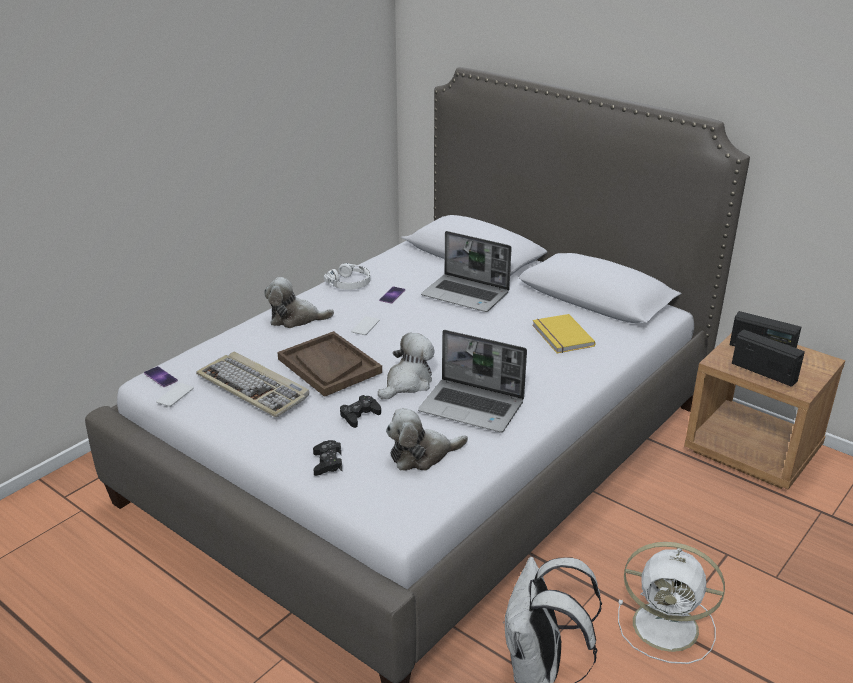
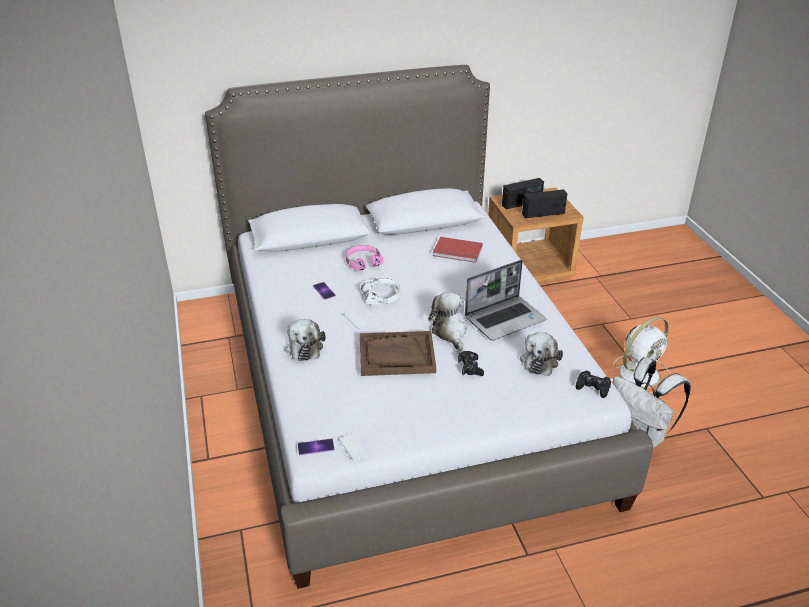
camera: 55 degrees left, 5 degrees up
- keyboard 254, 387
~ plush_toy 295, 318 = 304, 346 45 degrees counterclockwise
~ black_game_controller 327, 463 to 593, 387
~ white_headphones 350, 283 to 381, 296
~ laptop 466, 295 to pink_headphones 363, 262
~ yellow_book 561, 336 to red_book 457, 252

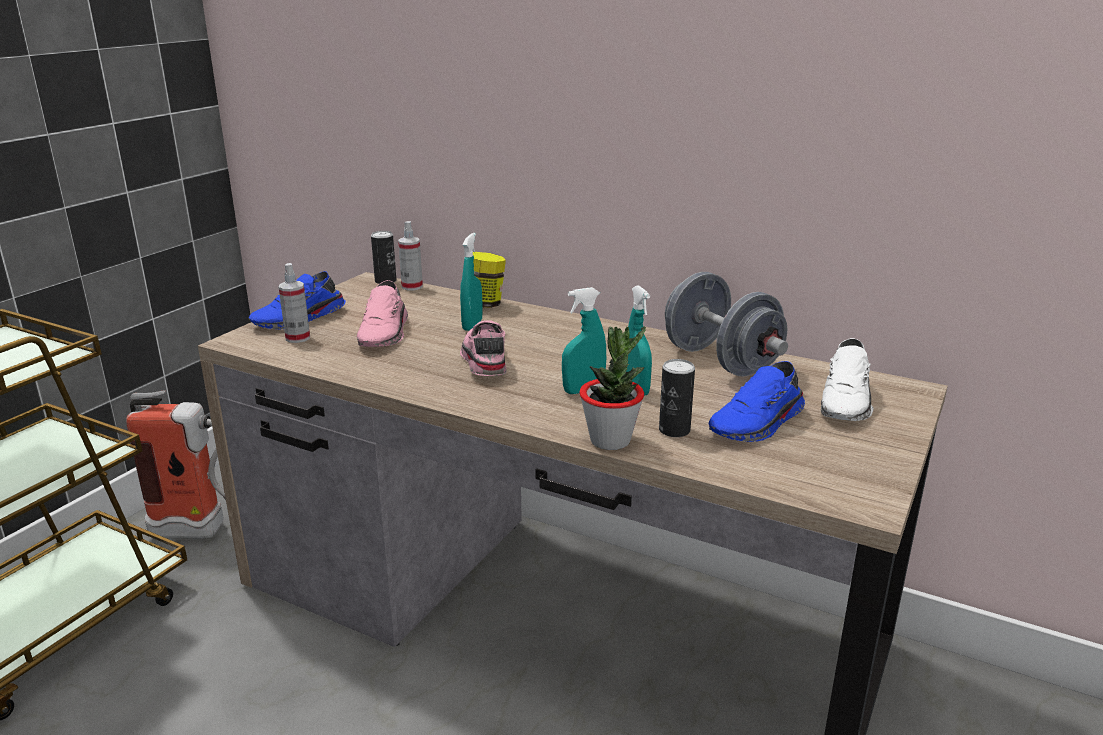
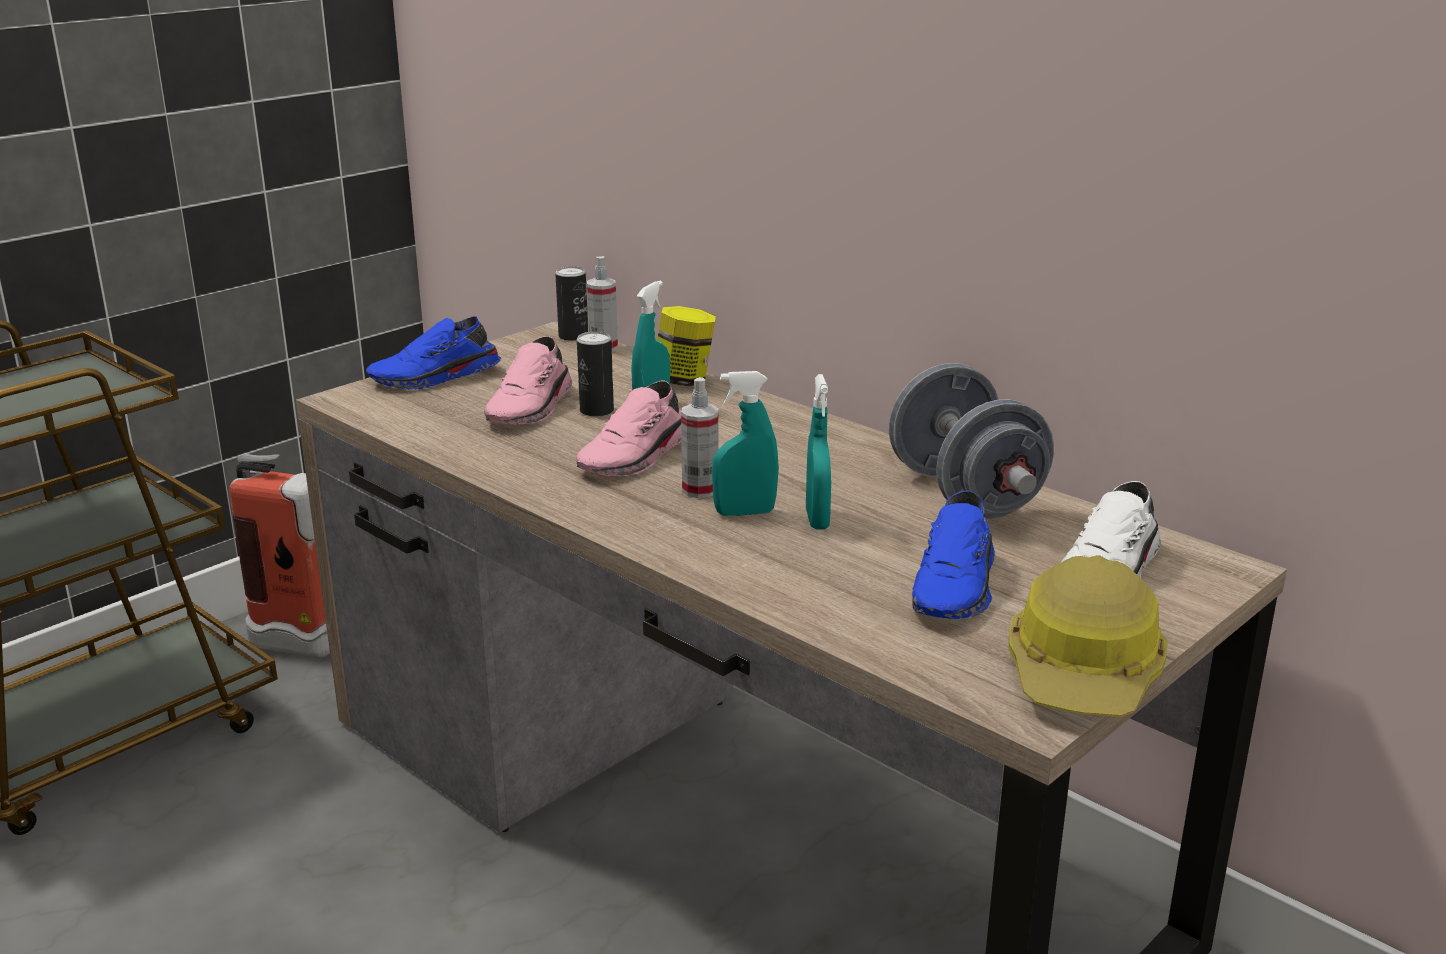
camera: 15 degrees right, 0 degrees up
~ spray_bottle 298, 338 to 700, 490
~ pink_shoe 483, 360 = 637, 457 150 degrees counterclockwise
- potted_plant 610, 440
~ can 674, 430 to 596, 410
~ blue_shoe 759, 424 = 957, 587 45 degrees counterclockwise
+ hard_hat 1085, 673

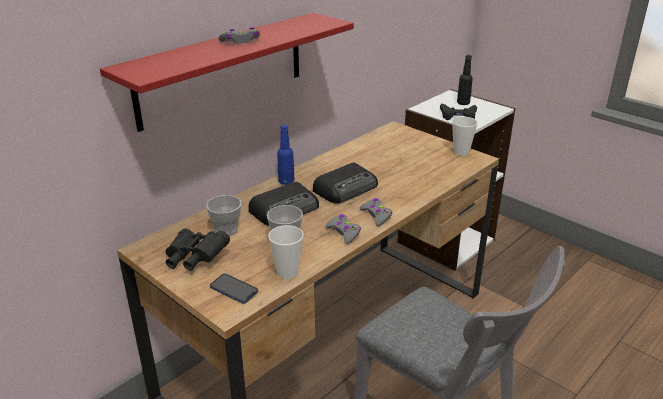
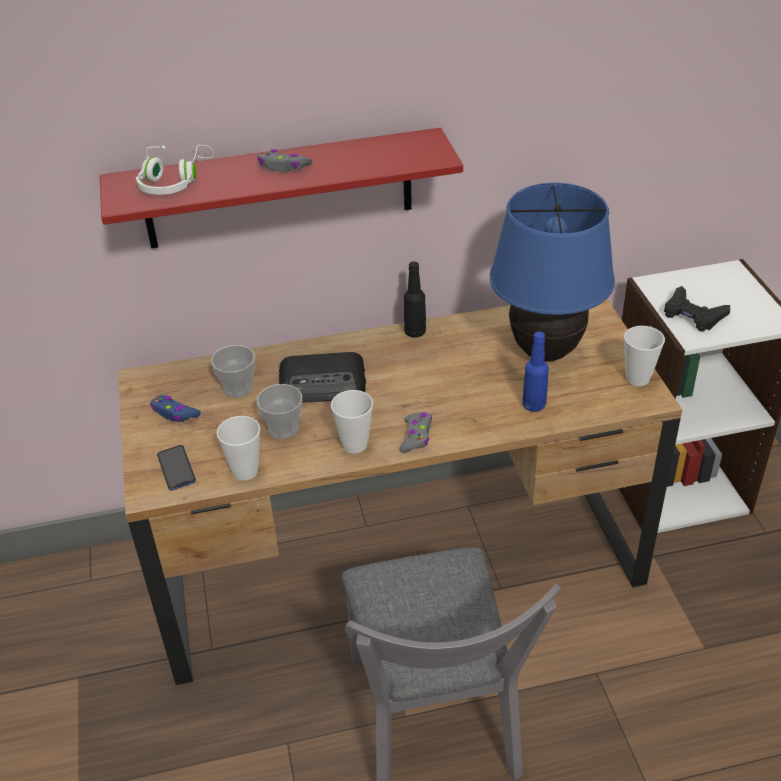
camera: 35 degrees right, 10 degrees up
~ black_binoculars 194, 259 to blue_game_controller 175, 413
~ blue_bottle 286, 181 to 533, 405
- radio 346, 188
~ grey_game_controller 344, 232 to cup 355, 445
~ black_bottle 463, 103 to 415, 332
+ white_headphones 174, 182
+ blue_table_lamp 546, 352

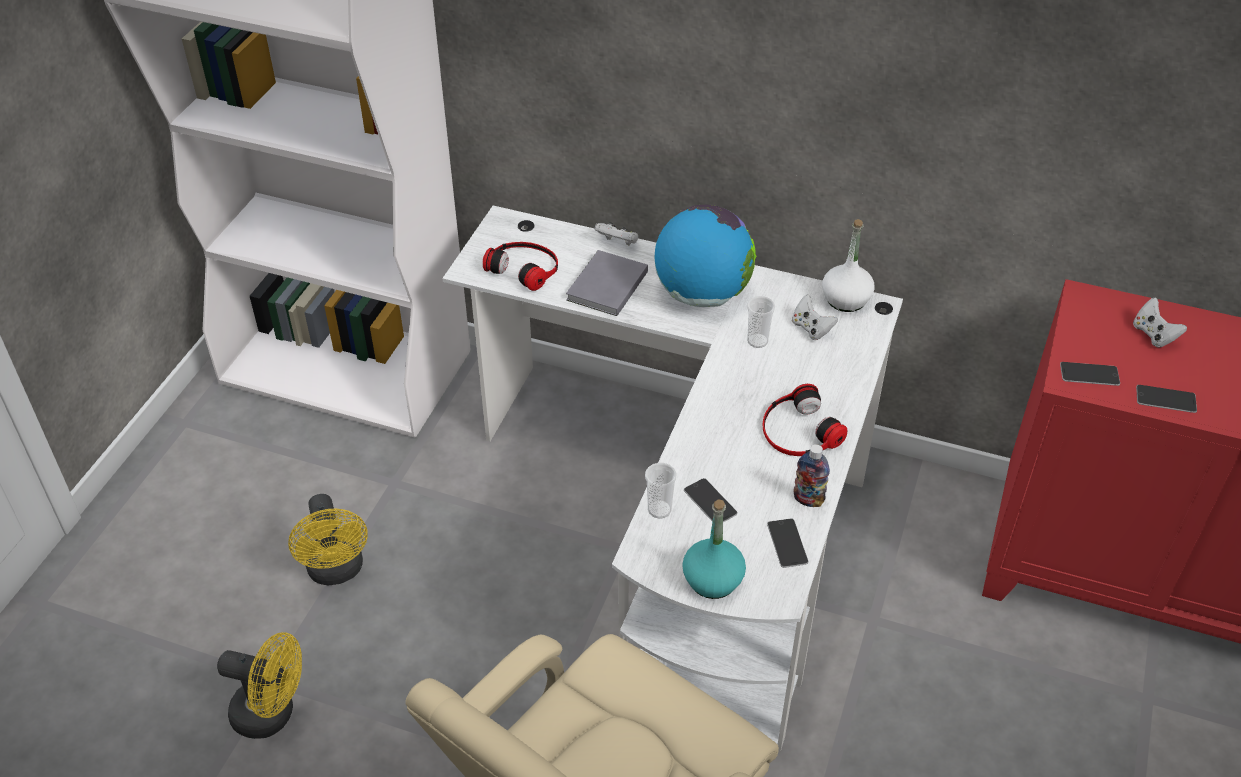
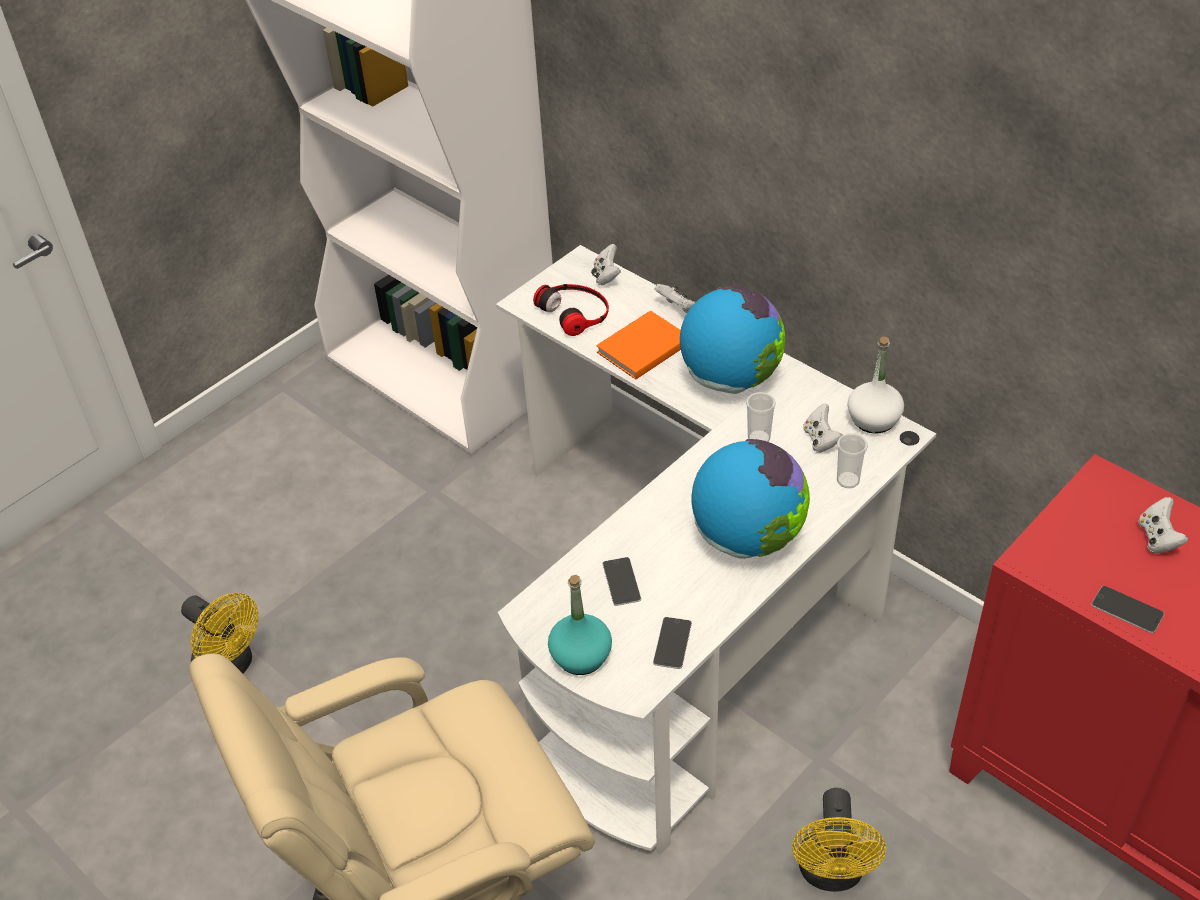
camera: 25 degrees right, 0 degrees up
~ yellow_fan 337, 571 to 832, 874
~ grey_book 605, 287 to orange_book 640, 348
~ cup 659, 509 to 848, 480
~ headphones 798, 431 to globe 748, 538
- bottle 808, 499
- phone 1089, 374
+ white_game_controller 607, 276

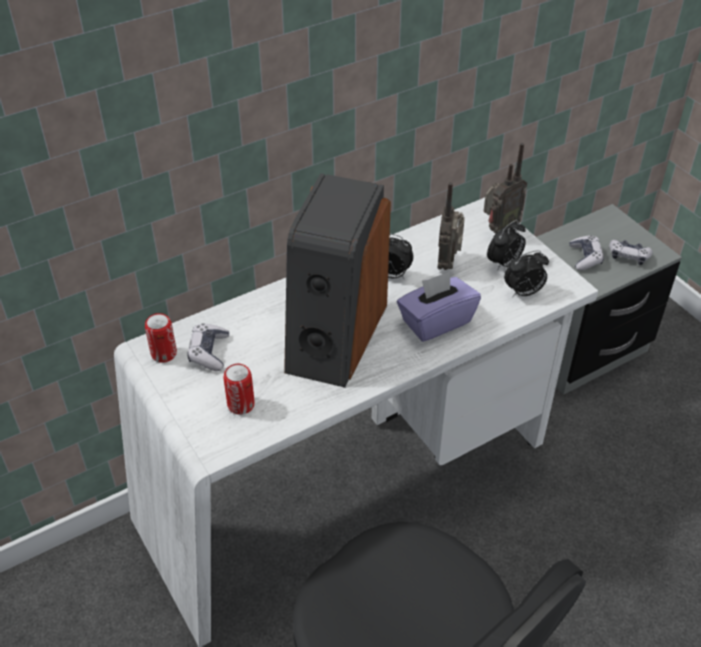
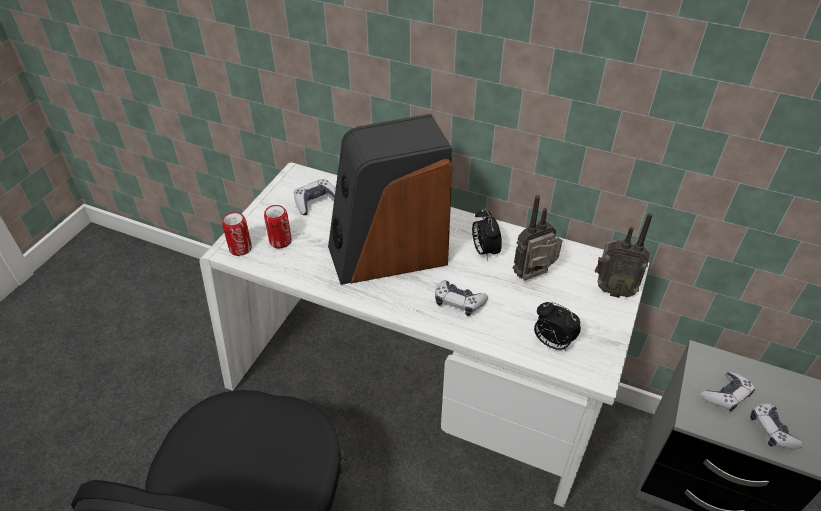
camera: 55 degrees right, 0 degrees up
~ can 164, 354 to 240, 248
~ purple_tissue_box 436, 321 to game_controller 458, 302
- alarm_clock 504, 263

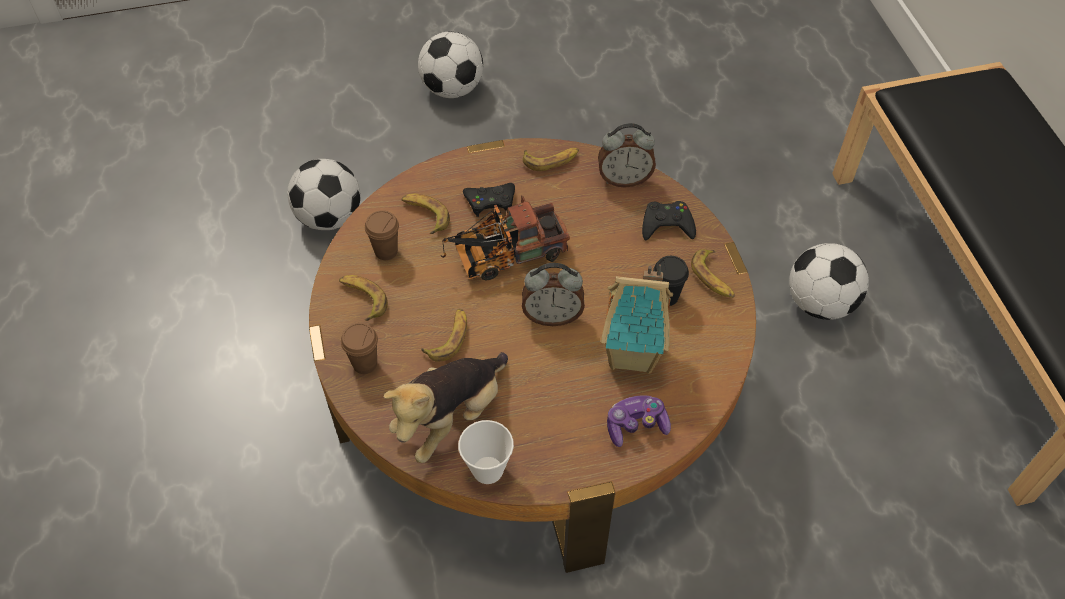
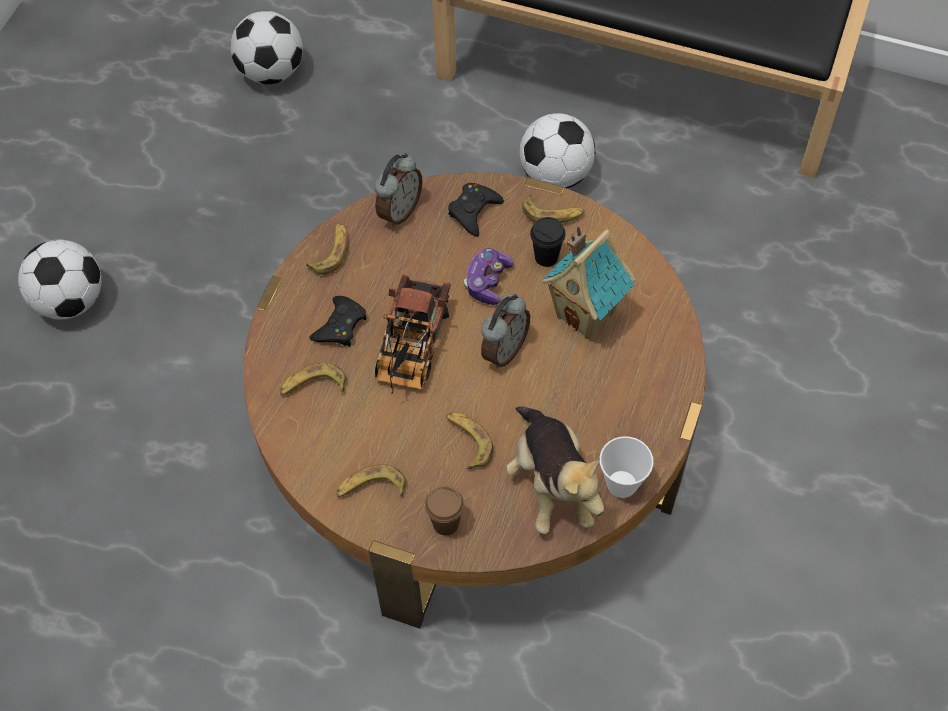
camera: 55 degrees left, 5 degrees up
~ football 329, 217 to 271, 72
- brown_cup 386, 251
~ game_controller 636, 425 to 487, 282

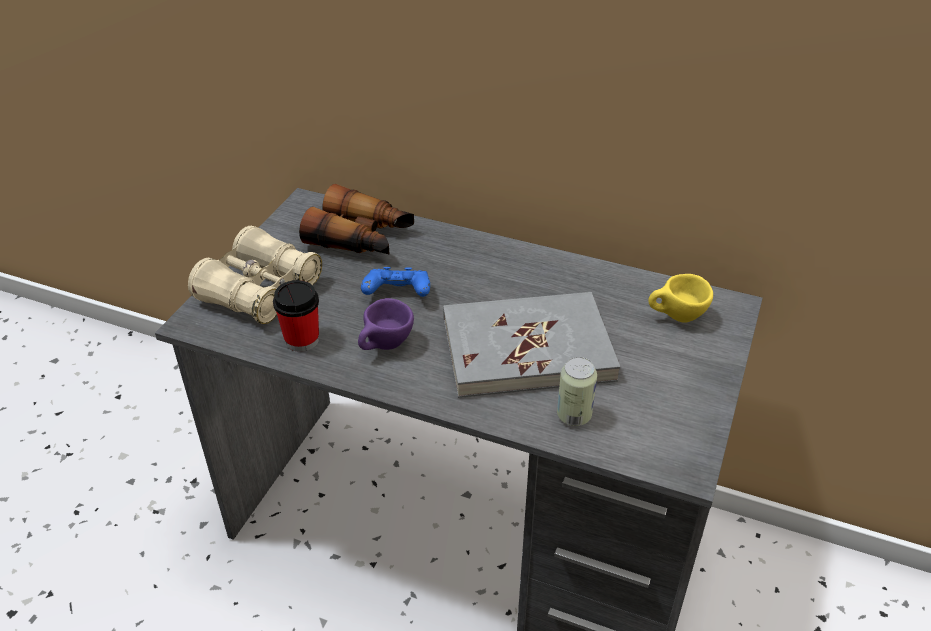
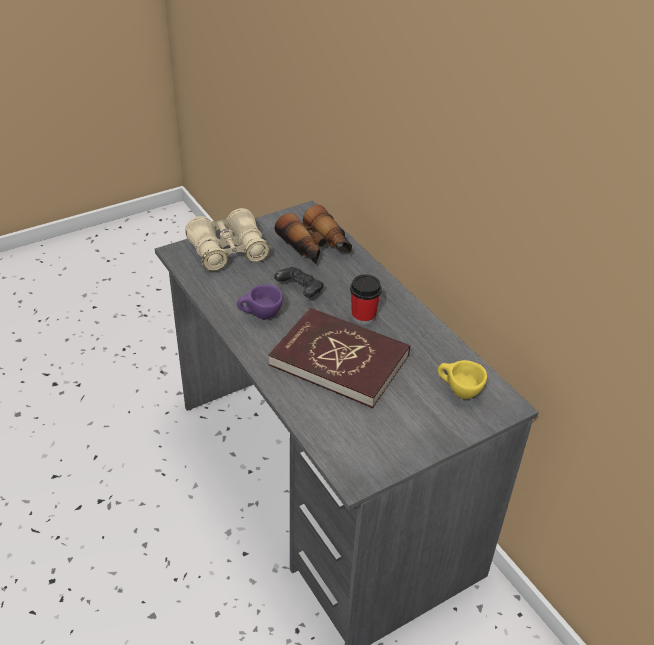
camera: 35 degrees right, 0 degrees up
~ cup 302, 340 to 363, 316
~ blue_game_controller 397, 295 to black_game_controller 300, 290
~ grey_book 527, 349 to red_book 340, 360
- can 574, 415

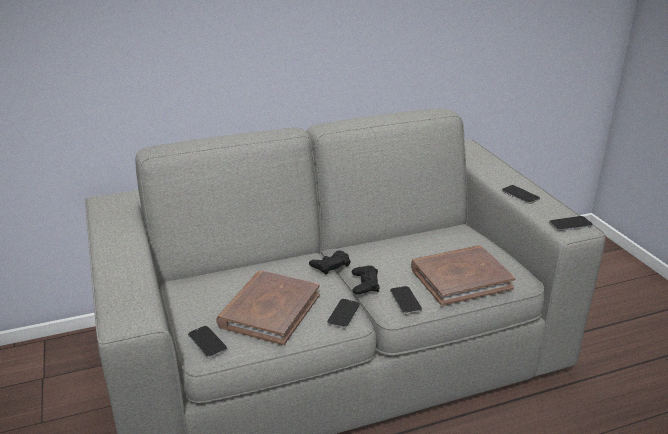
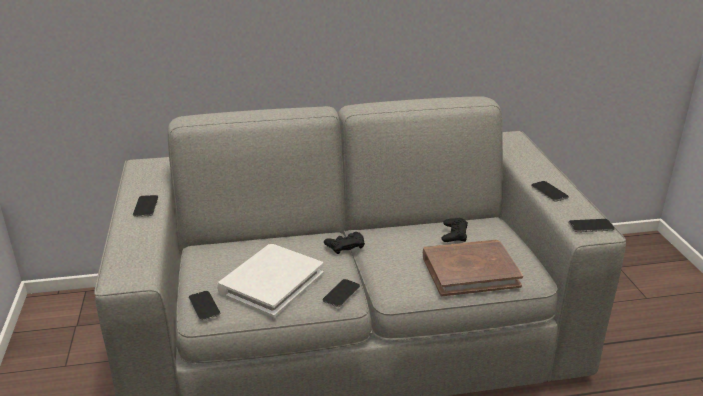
camera: 10 degrees right, 0 degrees up
~ brown_book 269, 310 to white_book 271, 283
~ black_game_controller 365, 284 to 454, 234
~ phone 405, 300 to 146, 206

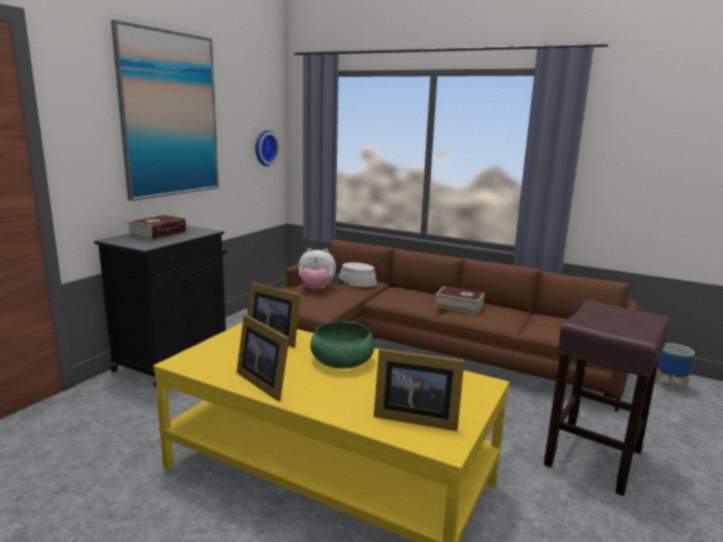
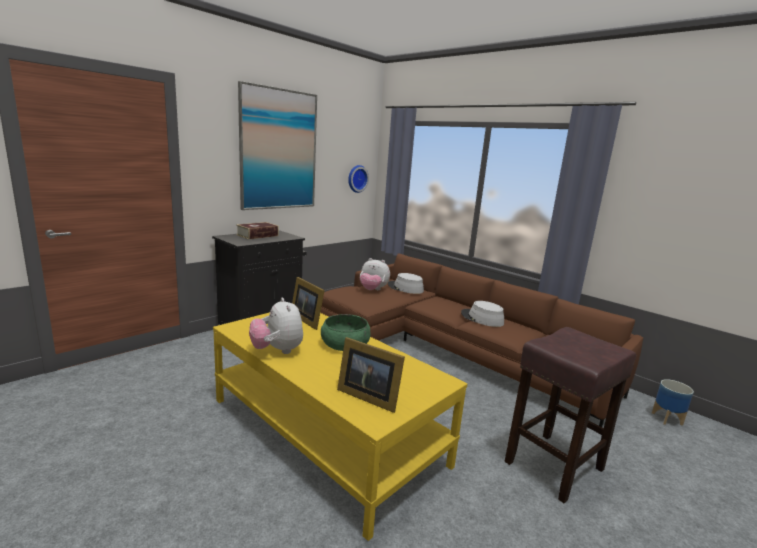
camera: 15 degrees right, 0 degrees up
~ picture_frame 264, 382 to plush_toy 277, 350
~ book 459, 306 to grey_hat 482, 318

